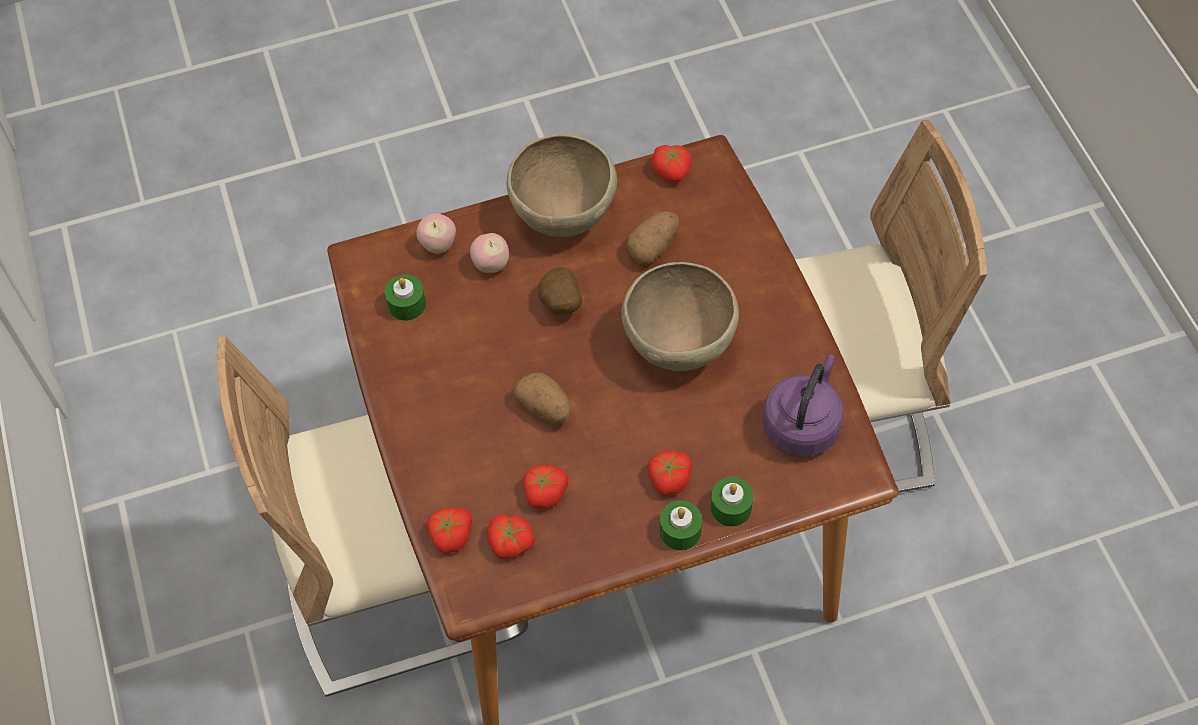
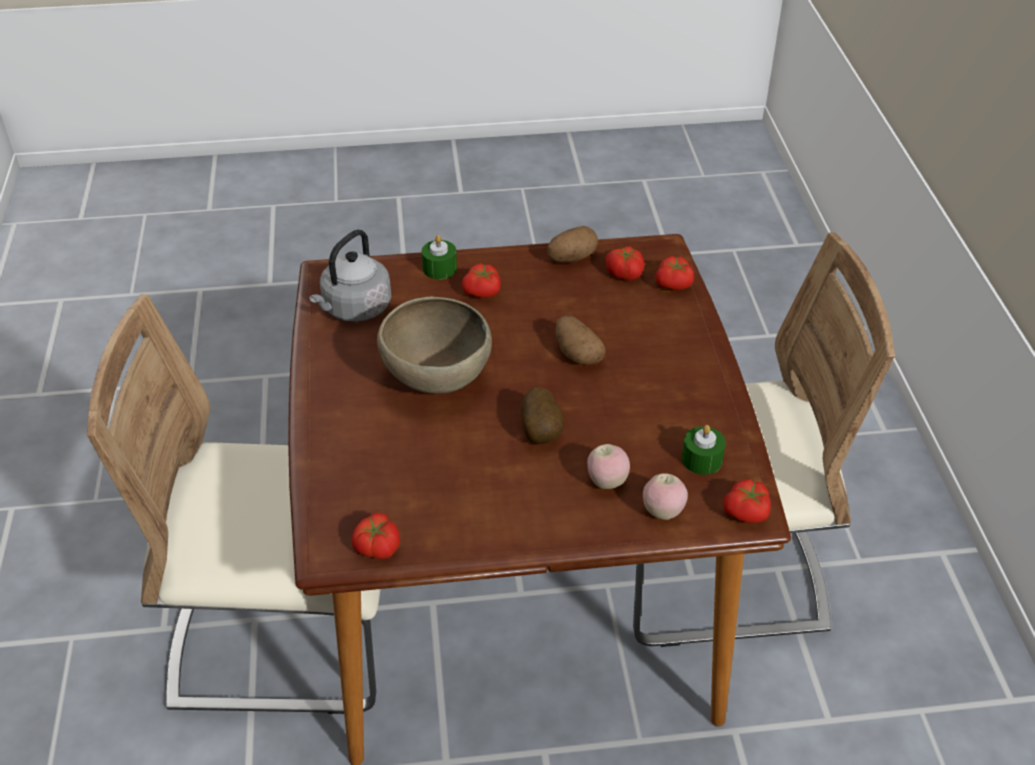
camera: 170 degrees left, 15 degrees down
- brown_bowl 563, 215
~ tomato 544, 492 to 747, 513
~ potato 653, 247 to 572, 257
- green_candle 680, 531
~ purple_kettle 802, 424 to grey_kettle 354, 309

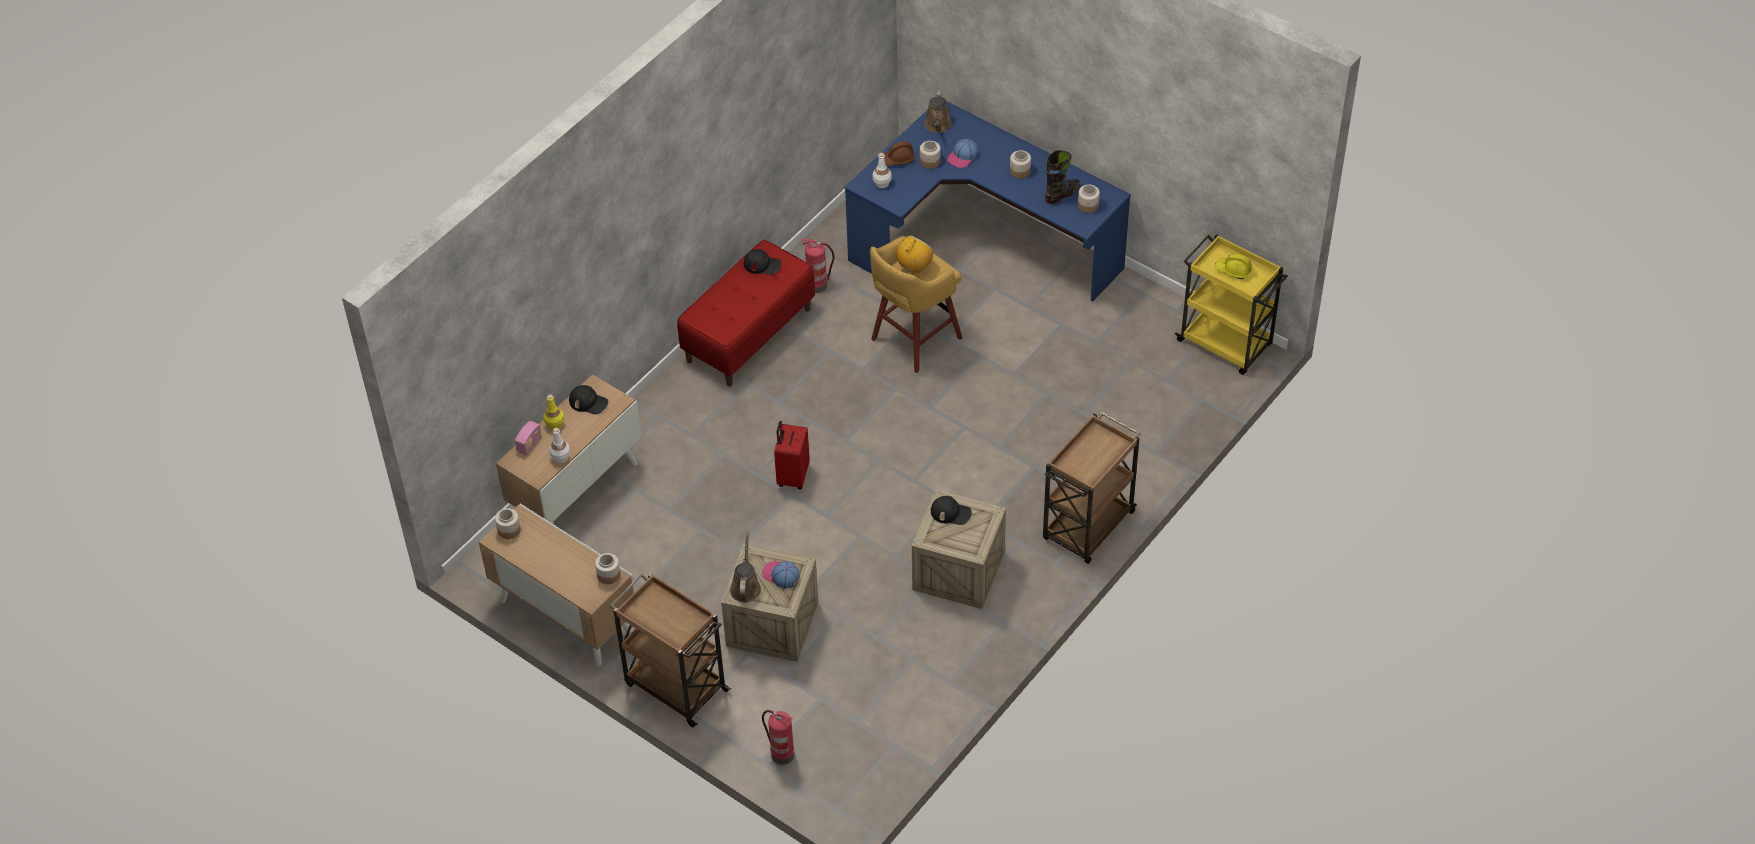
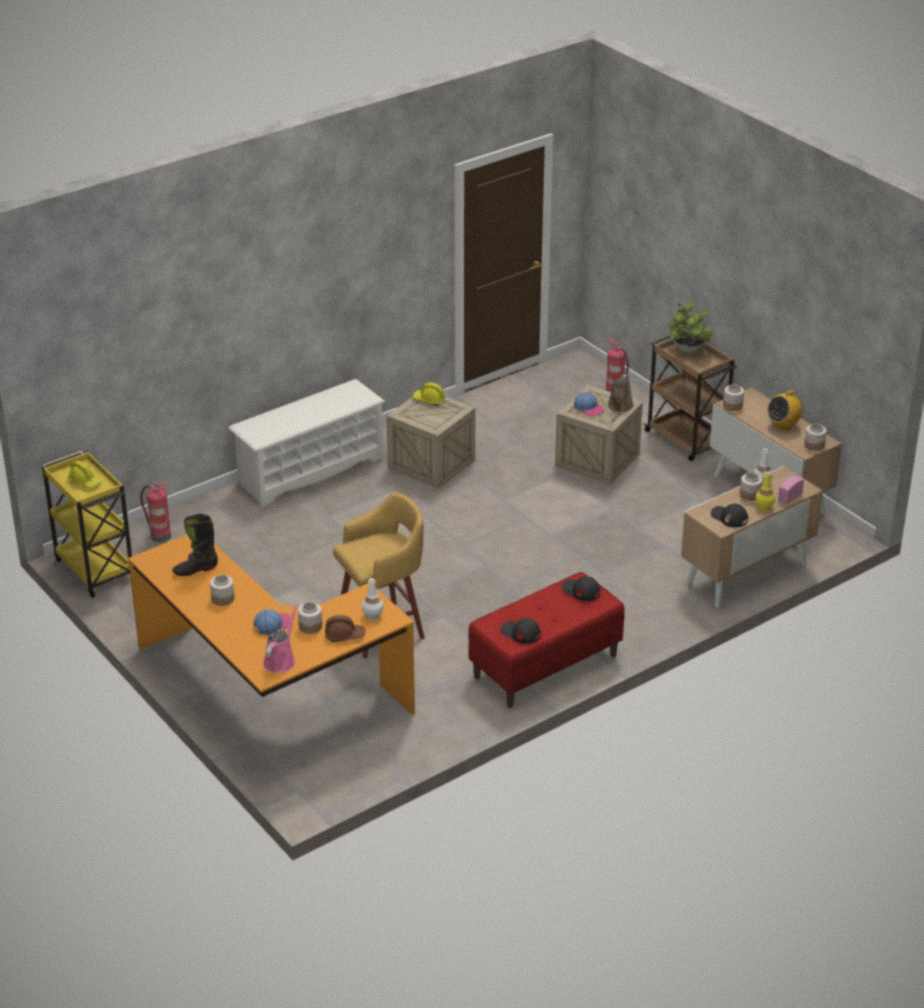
camera: 165 degrees left, 15 degrees down
- red_suitcase 792, 476
~ fire_extinguisher 818, 285 to 160, 536
~ blue_desk 982, 245 to orange_desk 265, 699
~ radio 914, 267 to 783, 425
~ brown_watering_can 938, 125 to pink_watering_can 280, 660
~ black_cap 951, 513 to 581, 590
~ brown_cart 1087, 527 to white_shoe_rack 310, 470
~ jar 1088, 206 to 750, 495
+ yellow_hard_hat 429, 400
+ potted_plant 689, 351

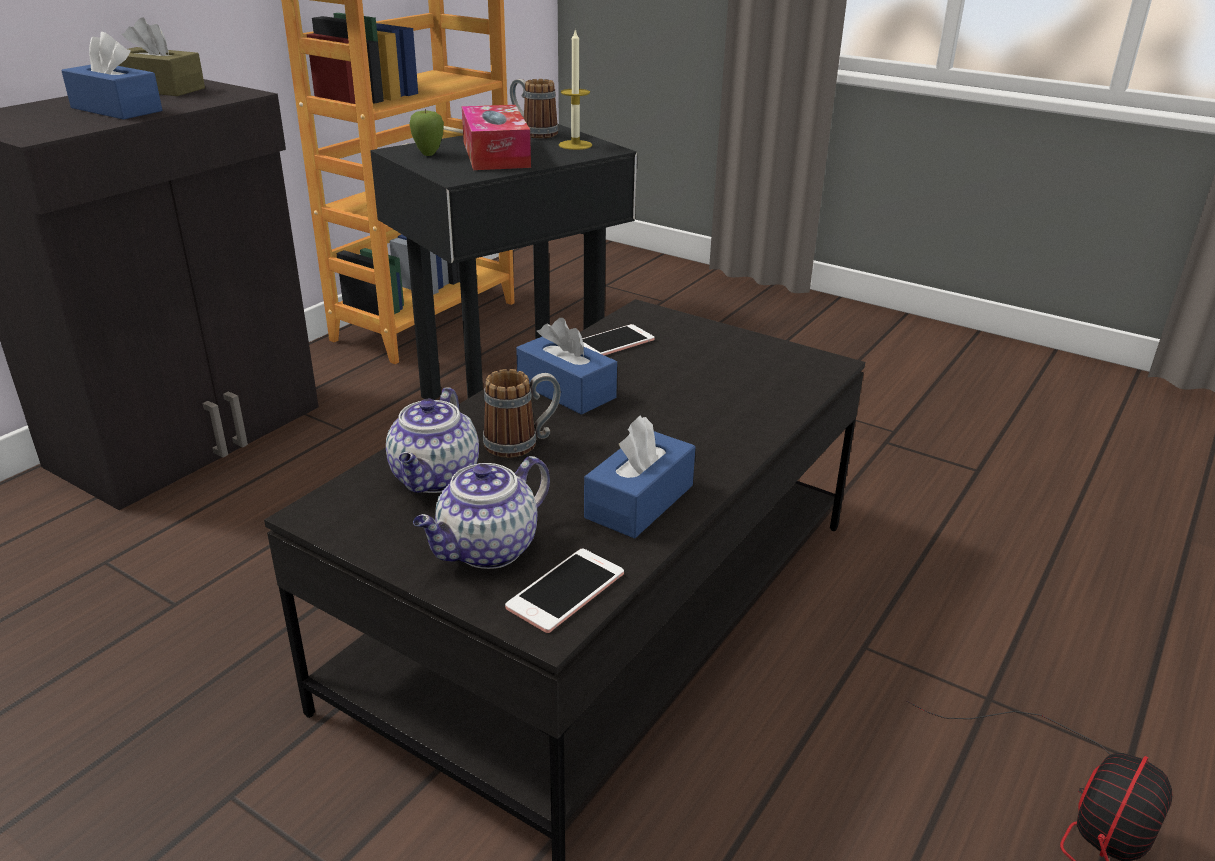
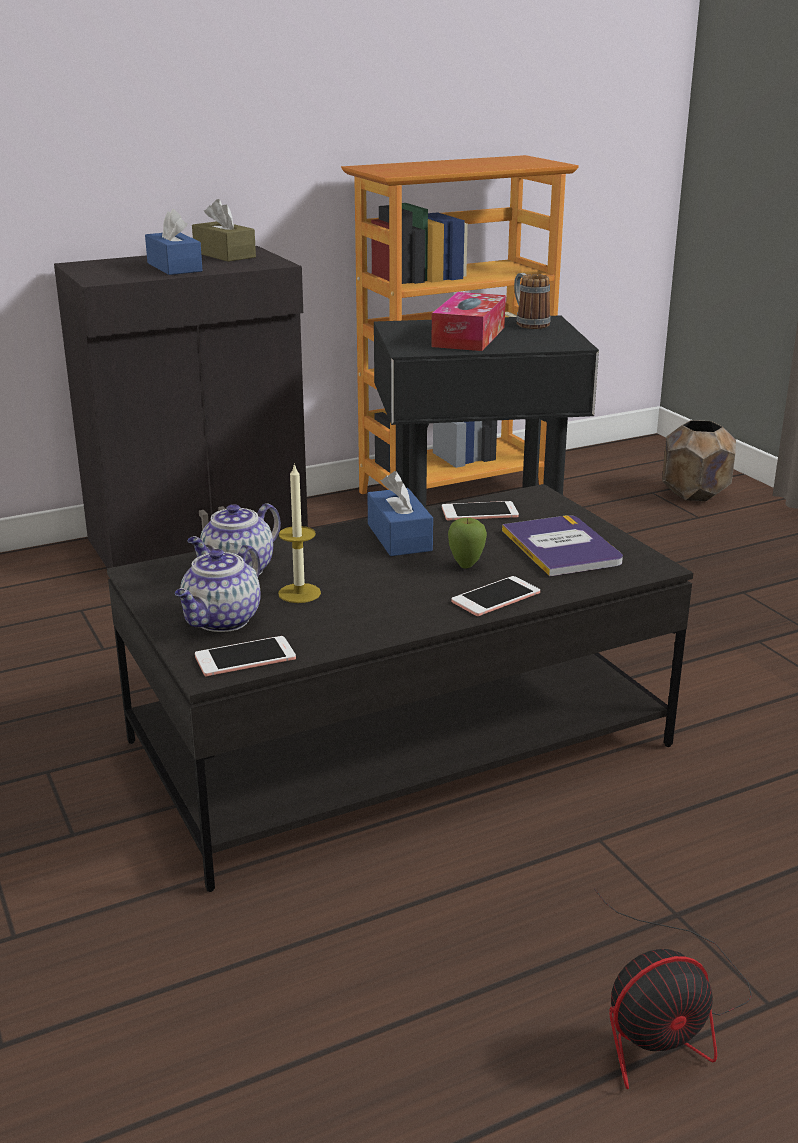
camera: 30 degrees right, 5 degrees down
~ apple 428, 154 to 466, 565
~ teapot 487, 550 = 222, 621 45 degrees counterclockwise
- mug 522, 443
~ candle 575, 145 to 299, 593
- blue_tissue_box 639, 501
+ phone 496, 597
+ book 562, 547
+ brown_planter 693, 494

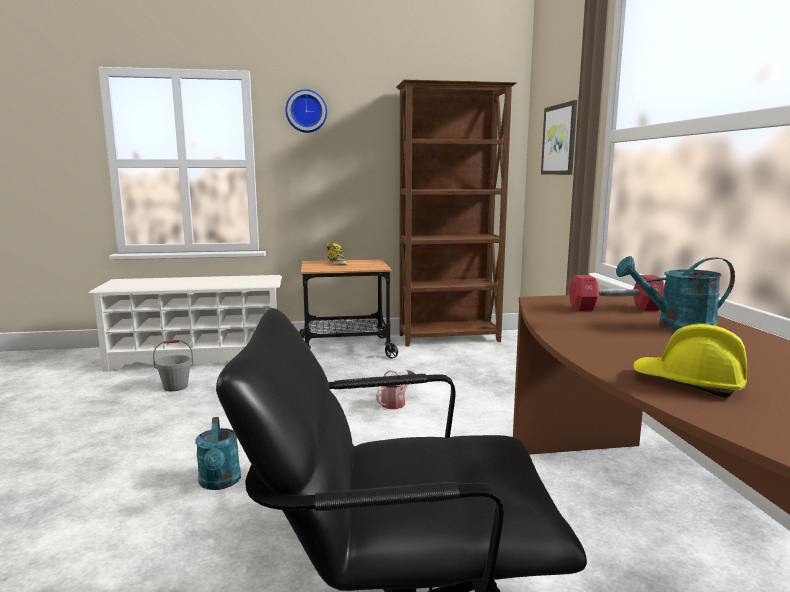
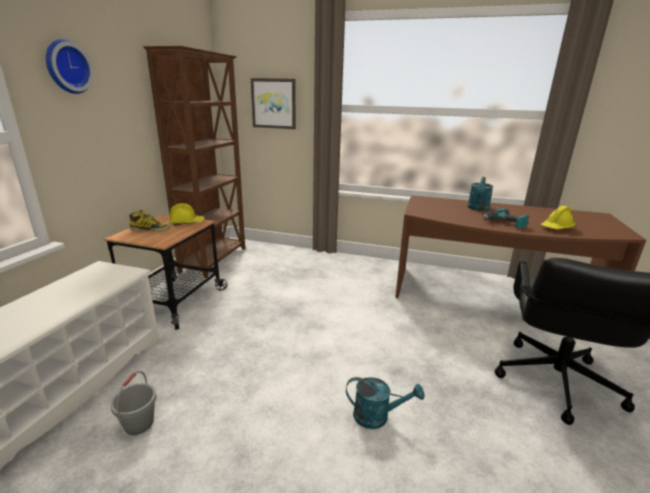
camera: 65 degrees left, 10 degrees up
- watering_can 395, 403
- red_dumbbell 615, 308
+ yellow_hard_hat 187, 223
+ power_drill 504, 223

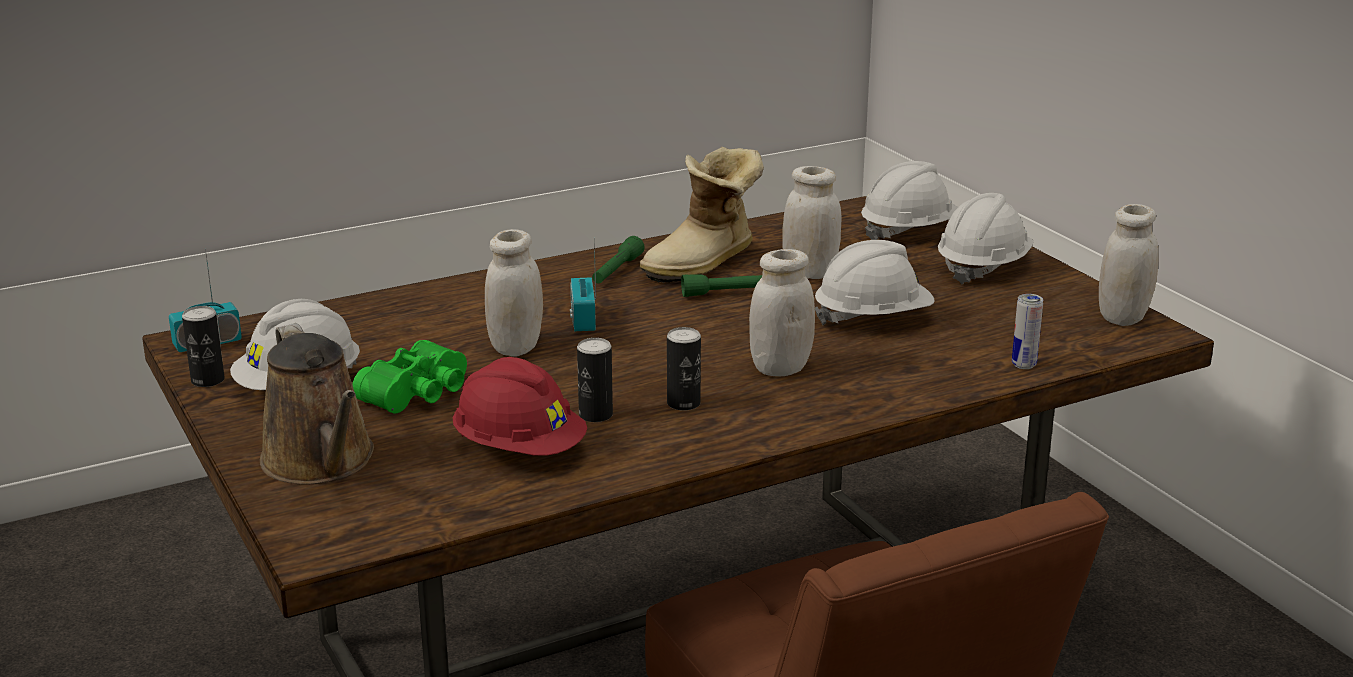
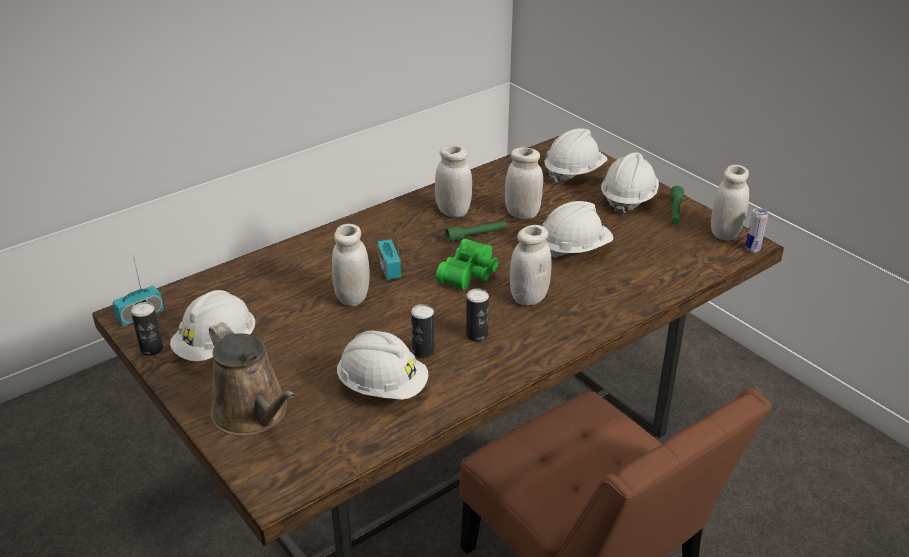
camera: 10 degrees left, 10 degrees up
~ green_binoculars 420, 394 to 471, 274
~ red_hard_hat 519, 449 to white_hard_hat 383, 387
~ green_flashlight 616, 271 to 675, 212
~ boot 705, 263 to white_jar 453, 212
~ can 1023, 365 to 752, 249

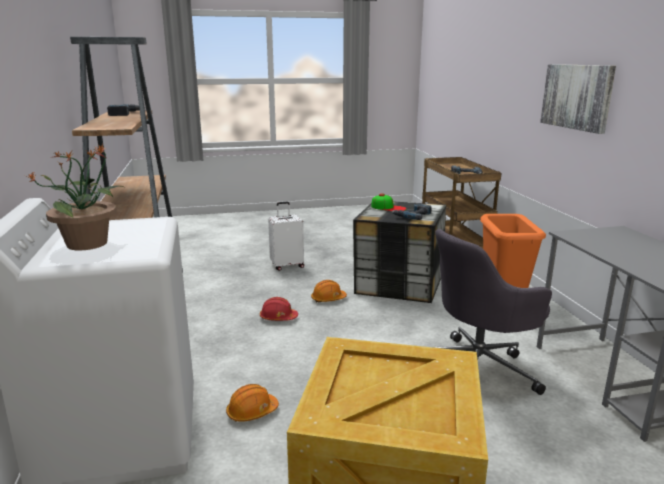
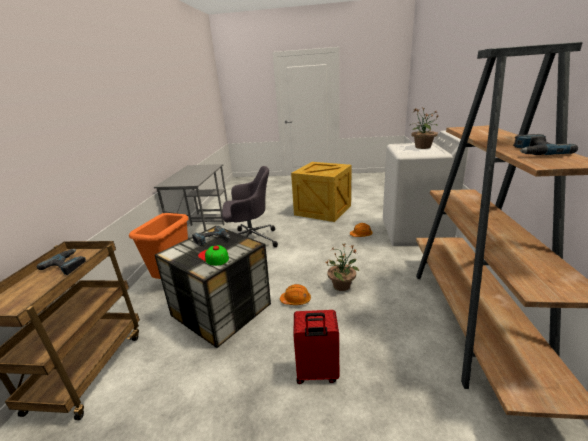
camera: 160 degrees left, 5 degrees up
~ red_hard_hat 278, 317 to potted_plant 342, 285
~ white_suitcase 287, 265 to red_suitcase 317, 373
- picture 577, 96

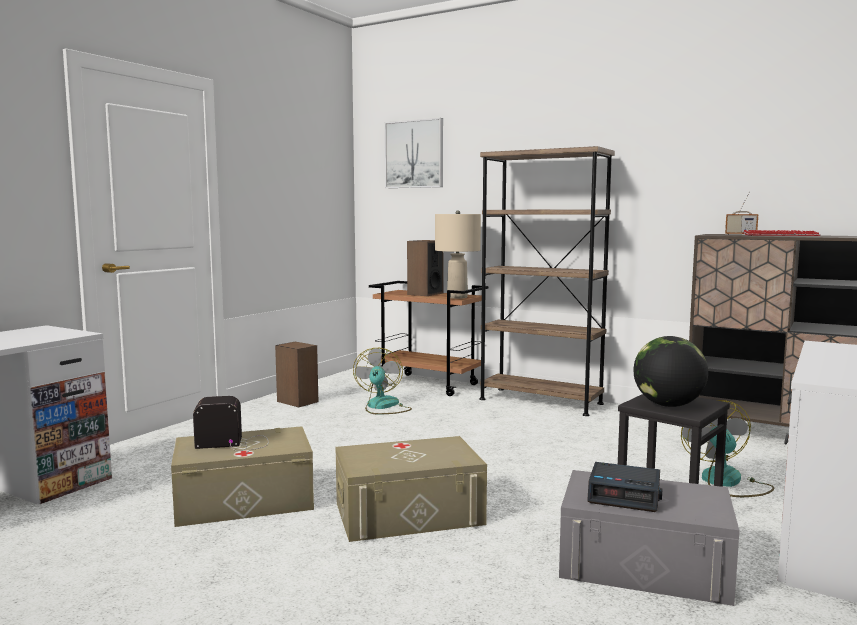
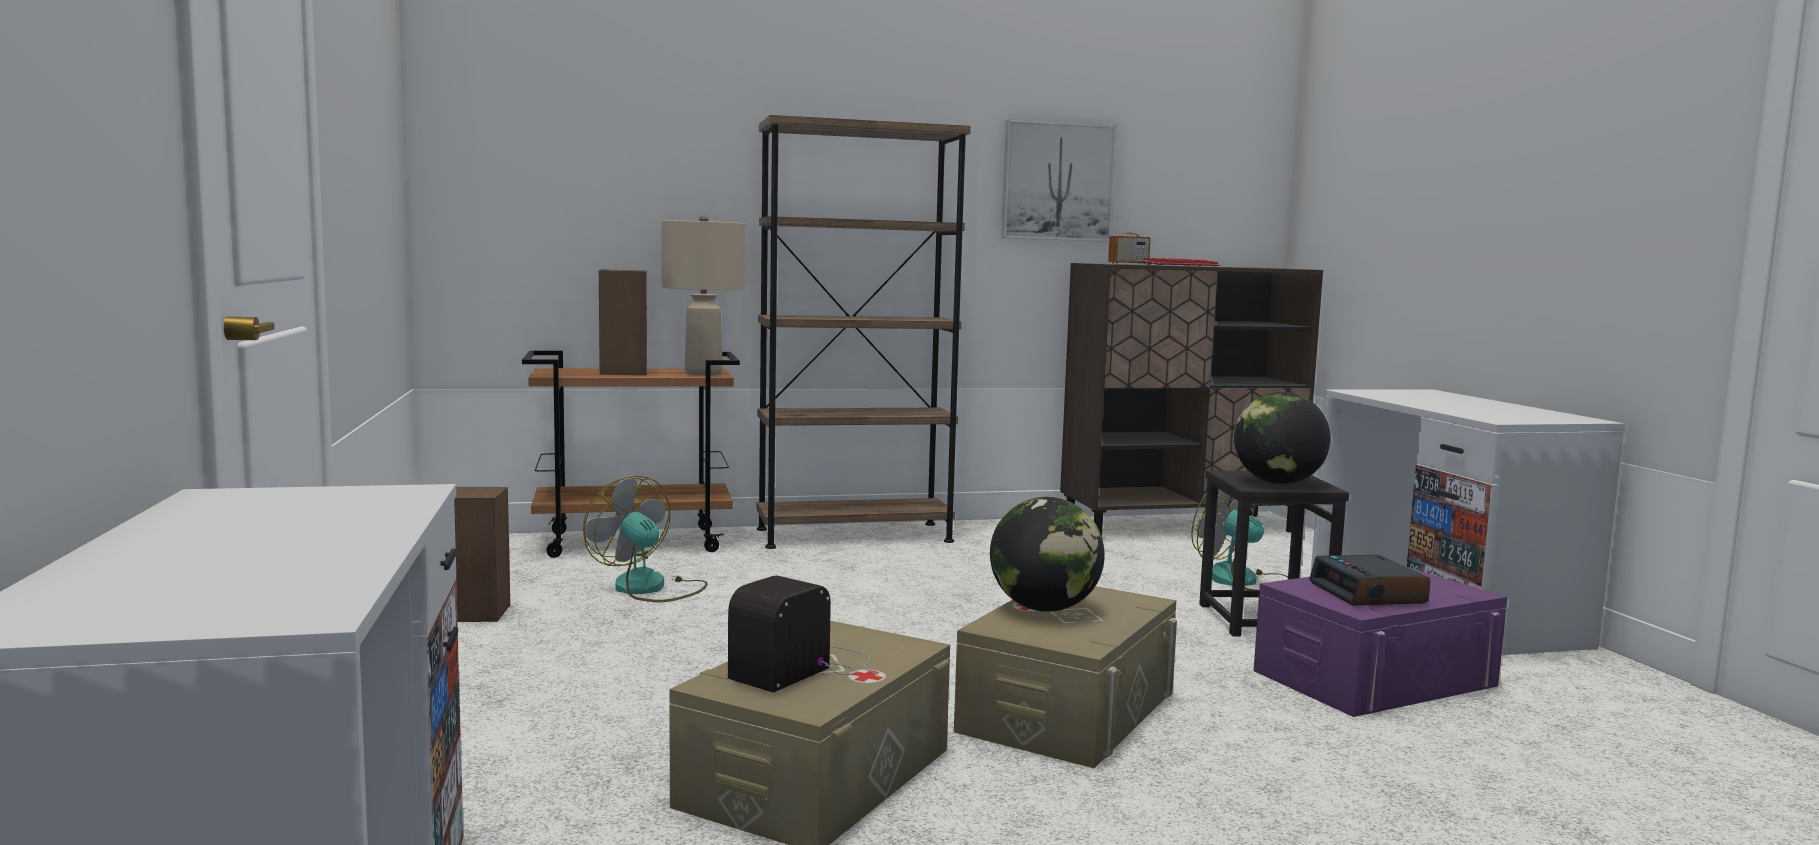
camera: 45 degrees left, 0 degrees up
~ picture 414, 154 to 1057, 181
~ grey_storage_box 644, 565 to purple_storage_box 1374, 678
~ alarm_clock 625, 495 = 1369, 593 105 degrees clockwise
+ globe 1044, 608

